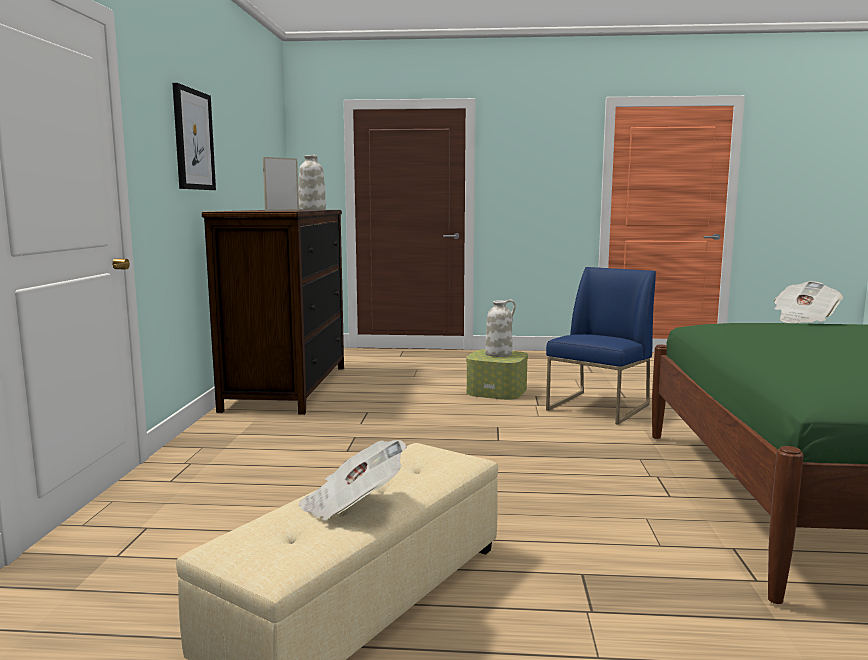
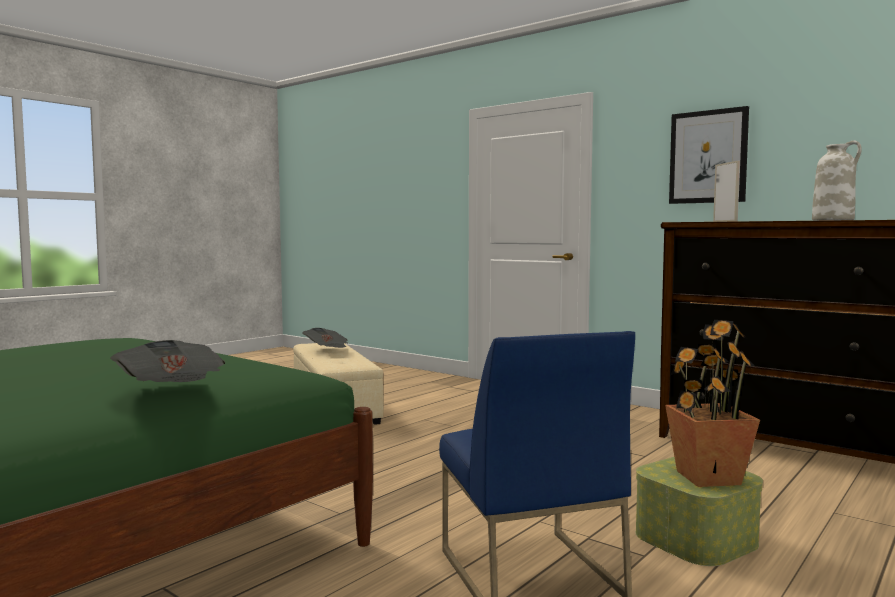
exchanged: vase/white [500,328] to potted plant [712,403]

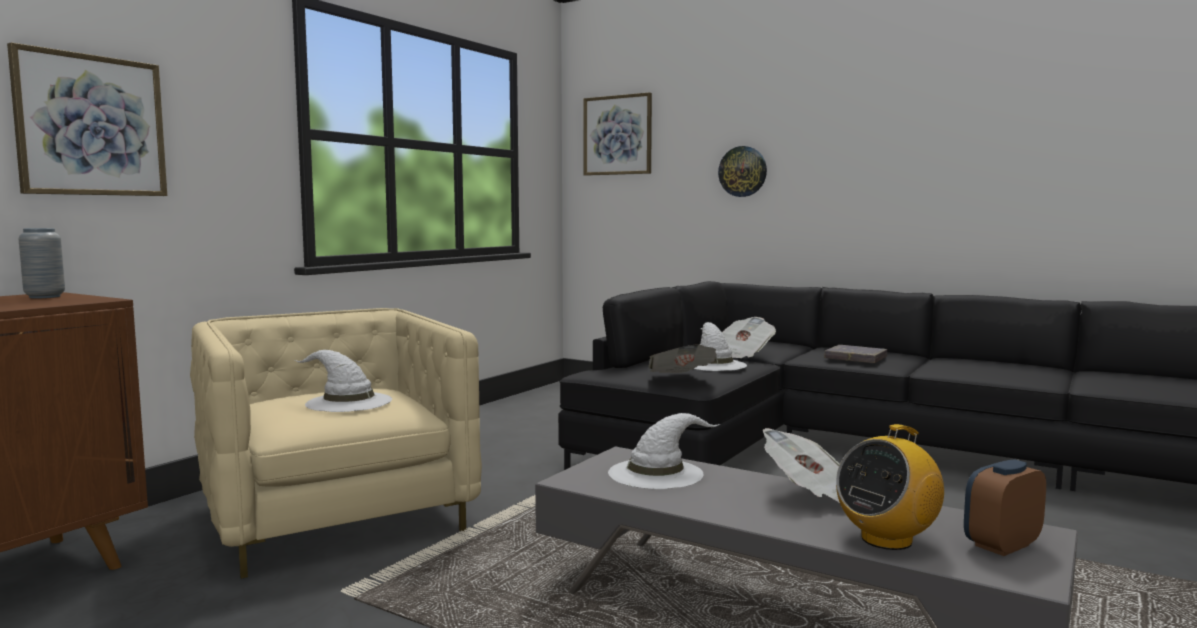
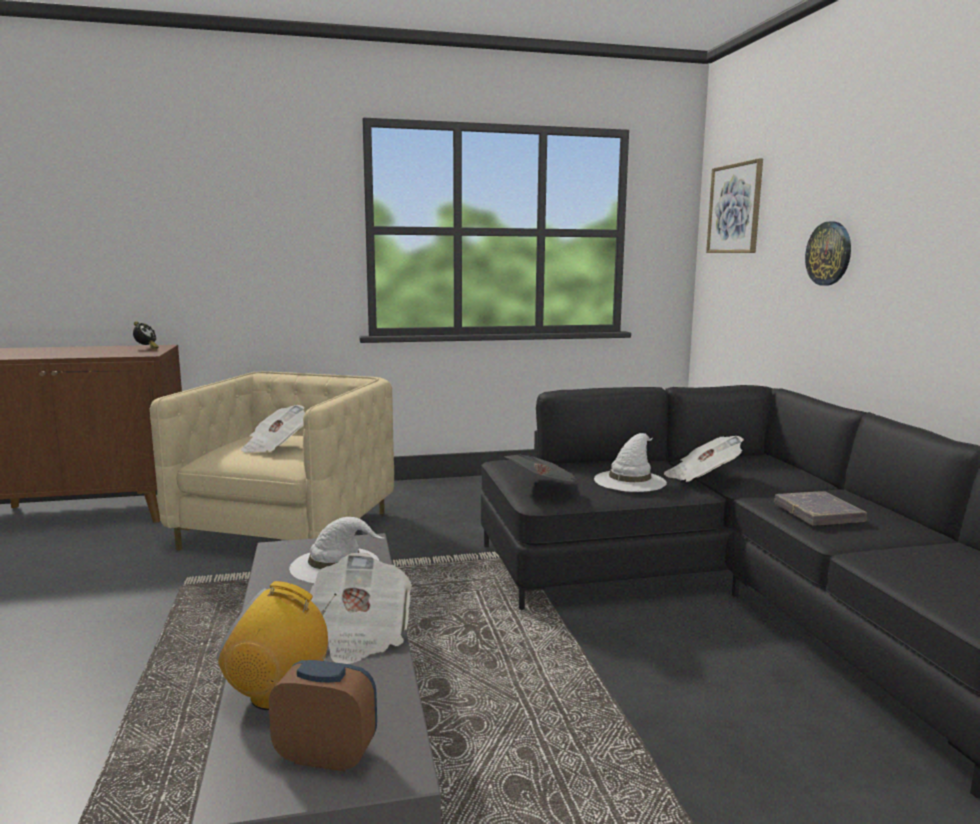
missing: picture [87,119]
exchanged: vase/grey [42,263] to alarm clock [145,335]; hat/white [343,381] to newspaper [273,429]

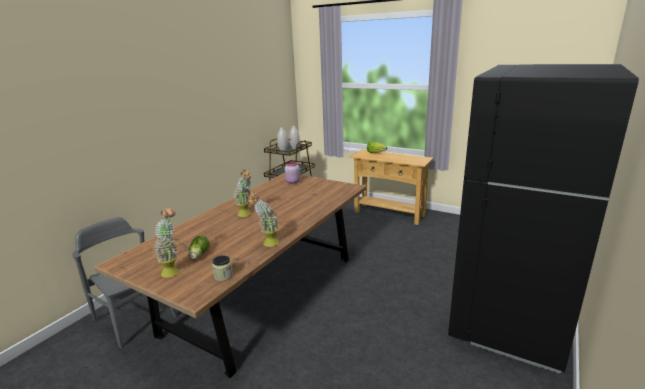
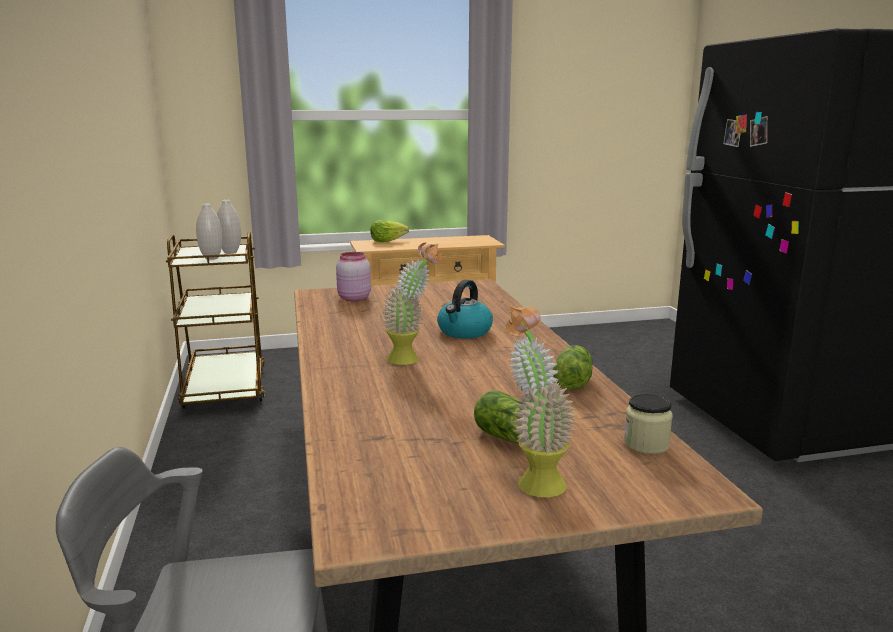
appeared: kettle [465,309]
exchanged: potted plant [263,219] to lettuce [573,367]

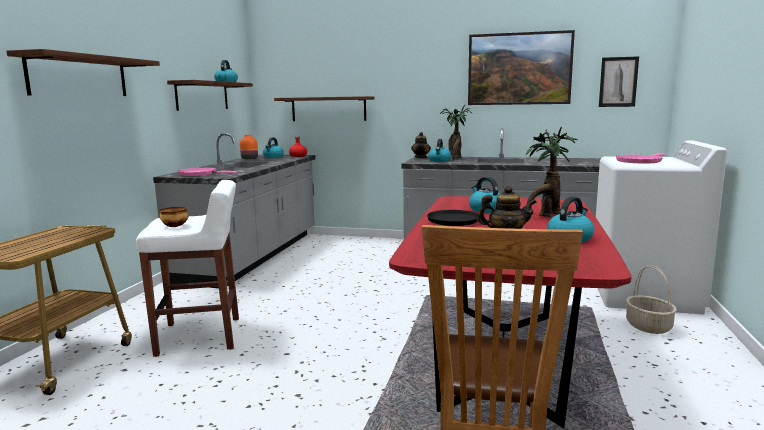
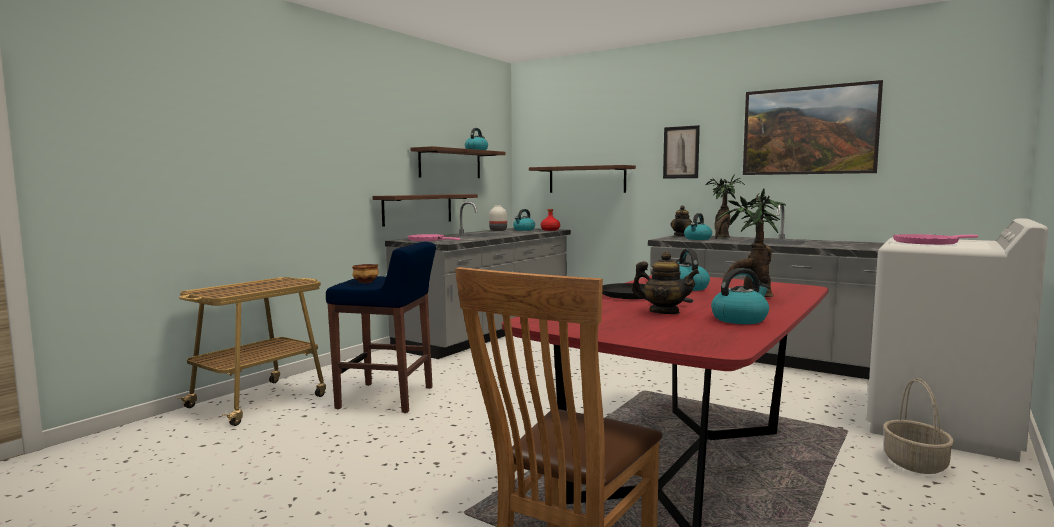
relocated: shelf [83,72] to [425,210]; picture [619,81] to [681,152]
colour: stool/white [187,268] to stool/blue [381,327]; vase/orange [249,147] to vase/white [498,218]

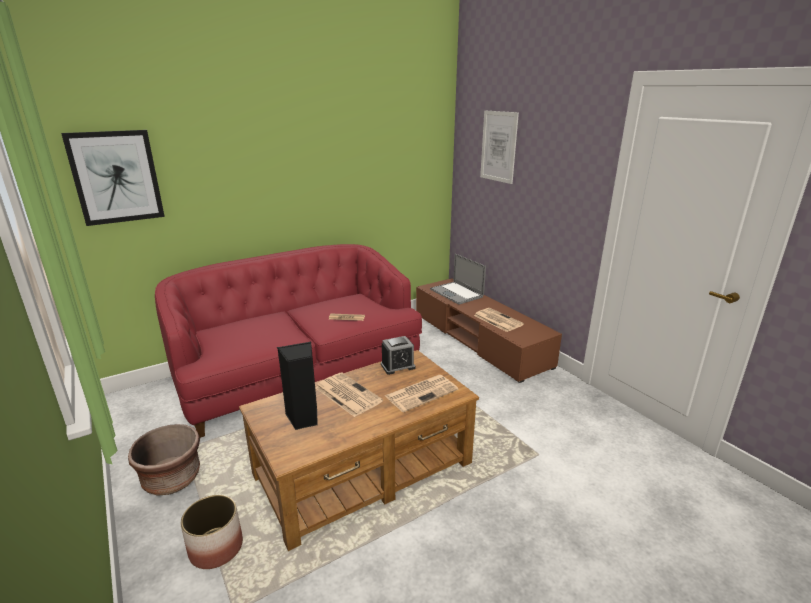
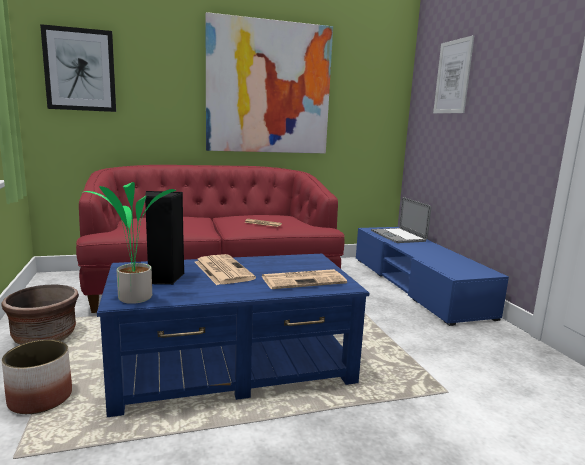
missing: alarm clock [398,355]; newspaper [499,320]
appeared: potted plant [130,243]; picture [269,82]
colour: coffee table/brown [359,450] to coffee table/blue [233,335]; tv stand/brown [489,330] to tv stand/blue [432,276]

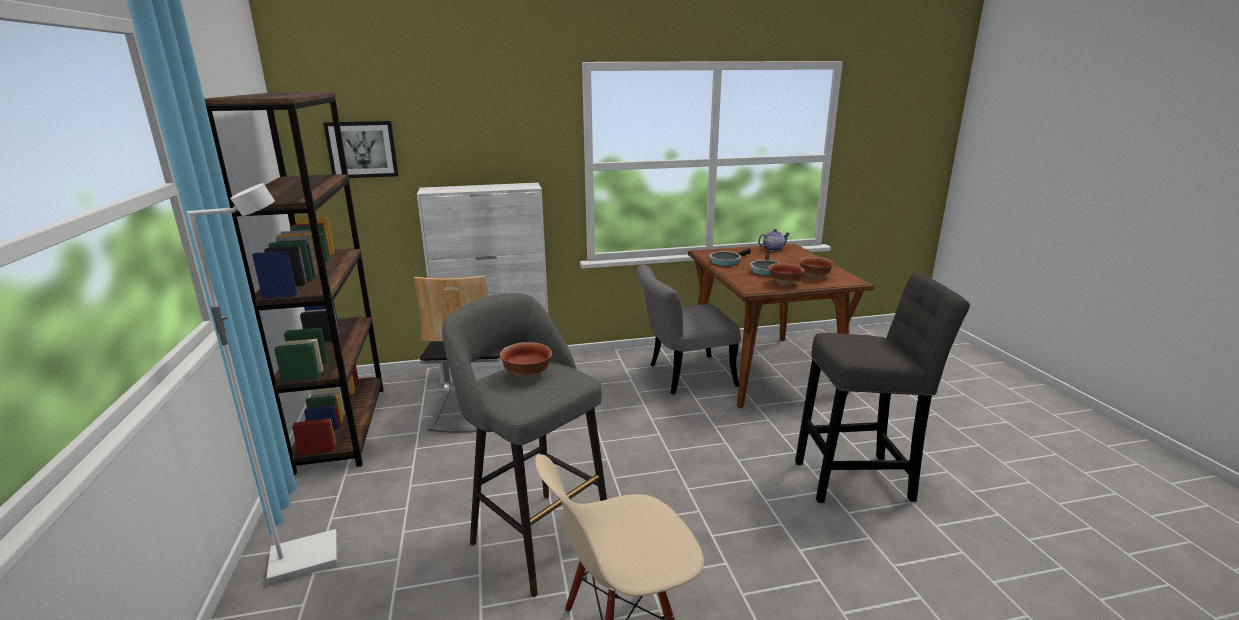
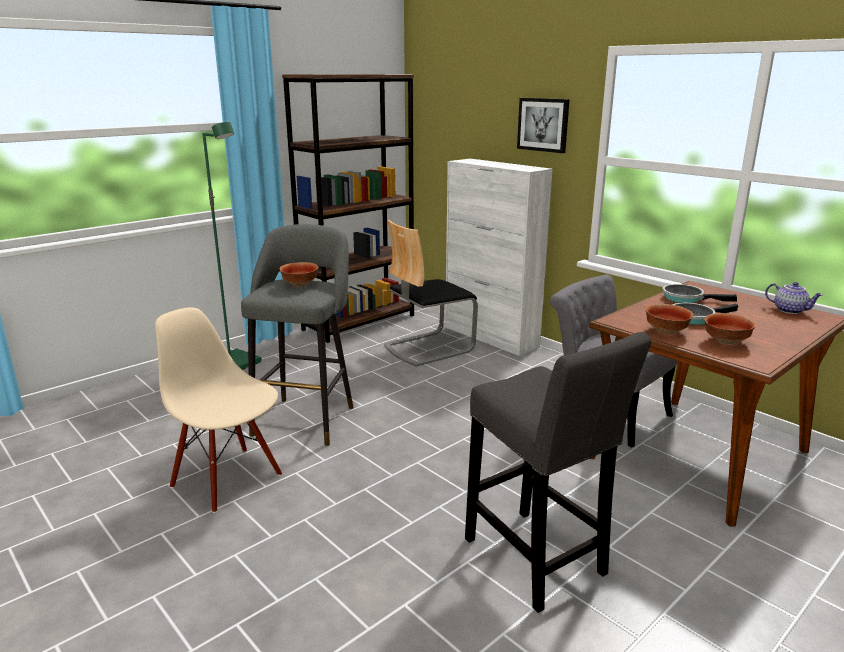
relocated: picture [361,149] to [543,125]
colour: floor lamp/white [262,383] to floor lamp/green [232,246]

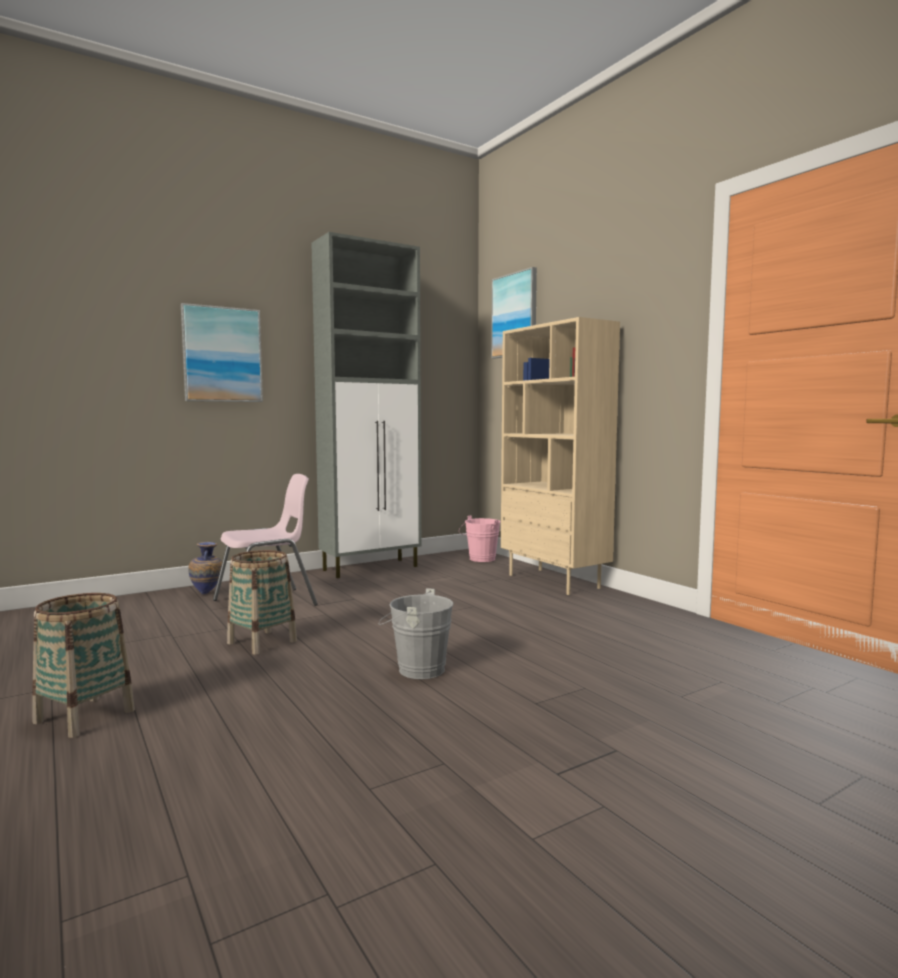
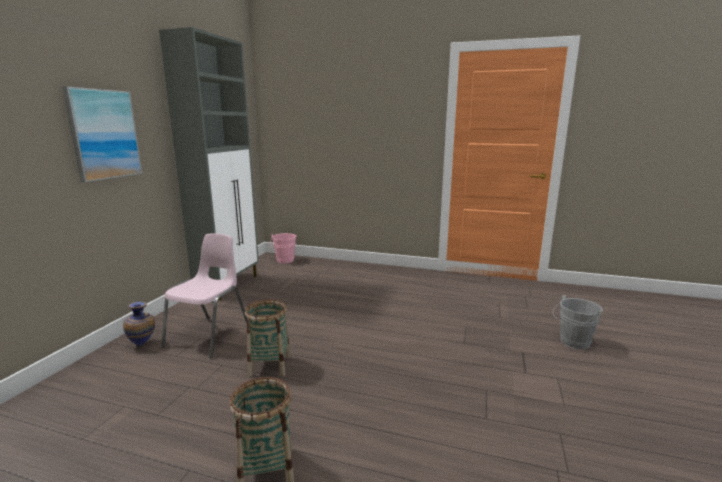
missing: picture [514,312]; bookcase/beige [560,456]
relocated: bucket/grey [416,633] to [578,322]

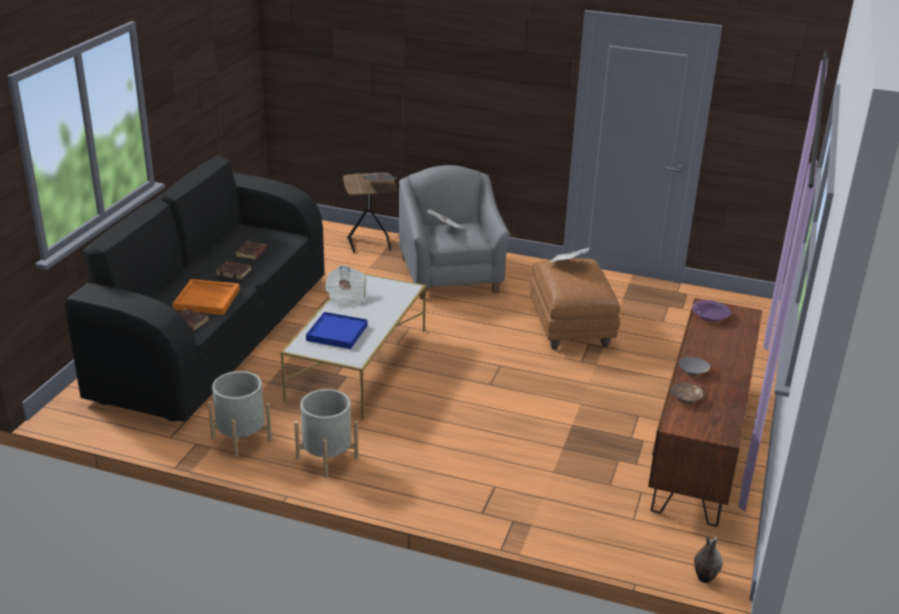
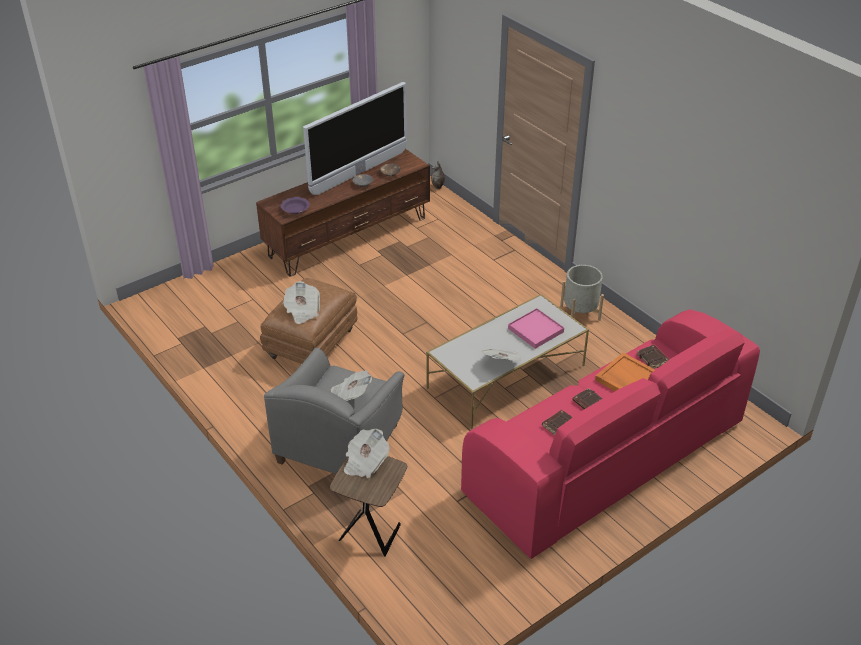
missing: planter/grey [240,414]
appeared: television [355,138]
colour: sofa/black [195,288] to sofa/pink [610,434]; tray/blue [337,330] to tray/pink [536,328]

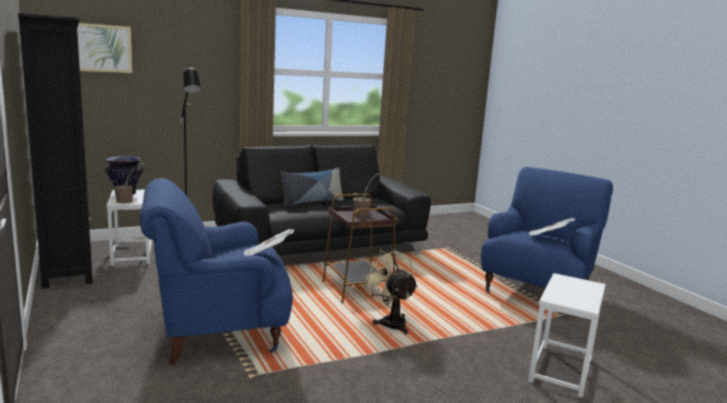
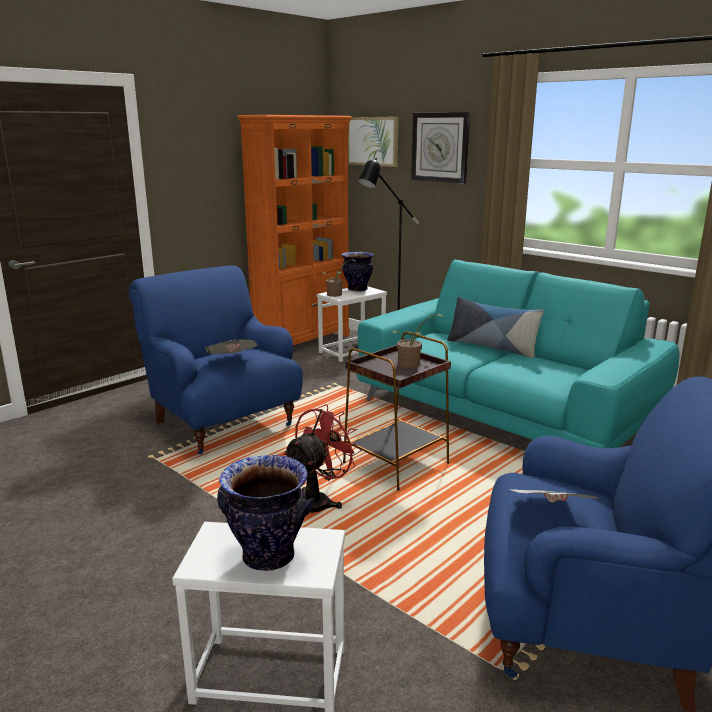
appeared: vase [265,513]; wall clock [440,147]
colour: bookcase/black [55,151] to bookcase/orange [294,230]; sofa/black [321,200] to sofa/turquoise [517,354]; fan/beige [390,291] to fan/red [322,458]

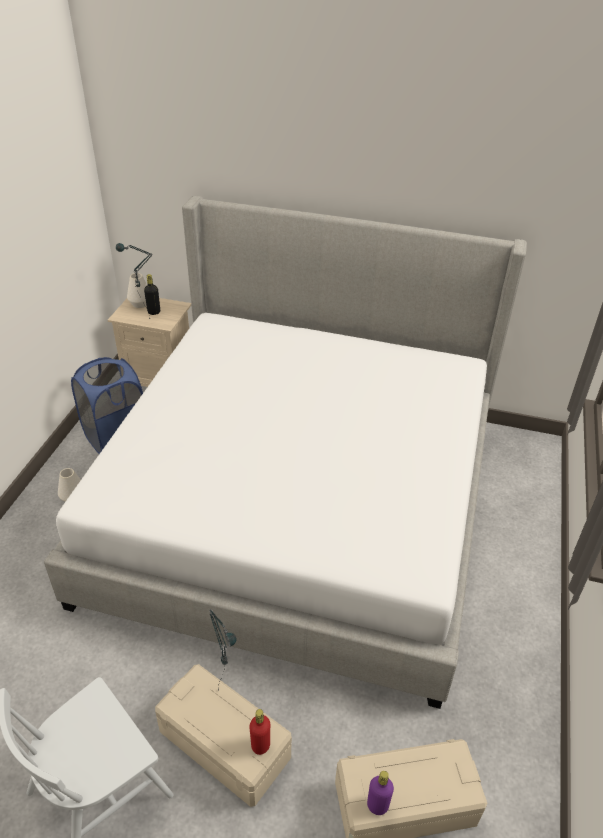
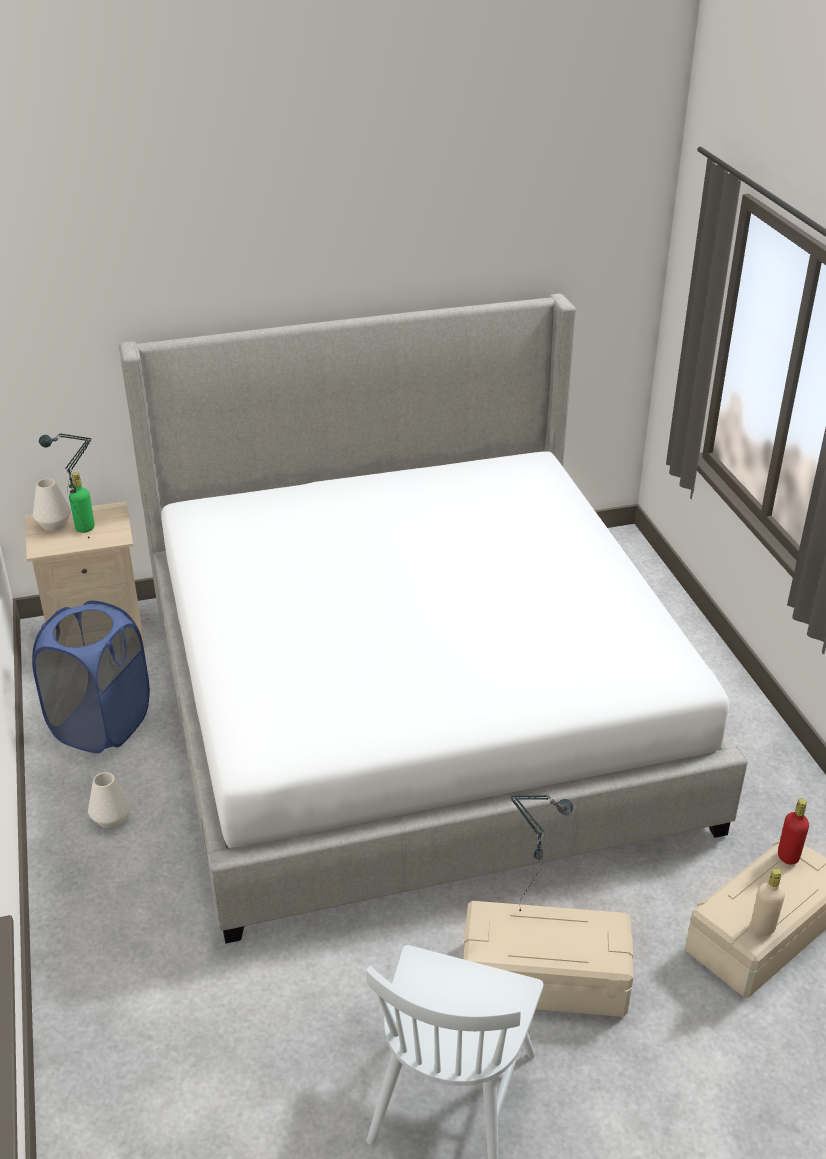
relocated: bottle/red [260,732] to [793,831]
colour: bottle/black [152,294] to bottle/green [82,502]; bottle/purple [380,793] to bottle/beige [768,902]

